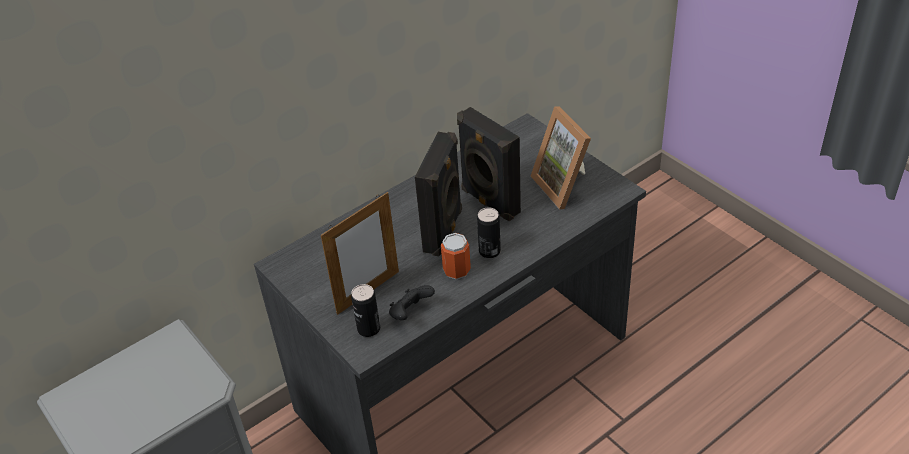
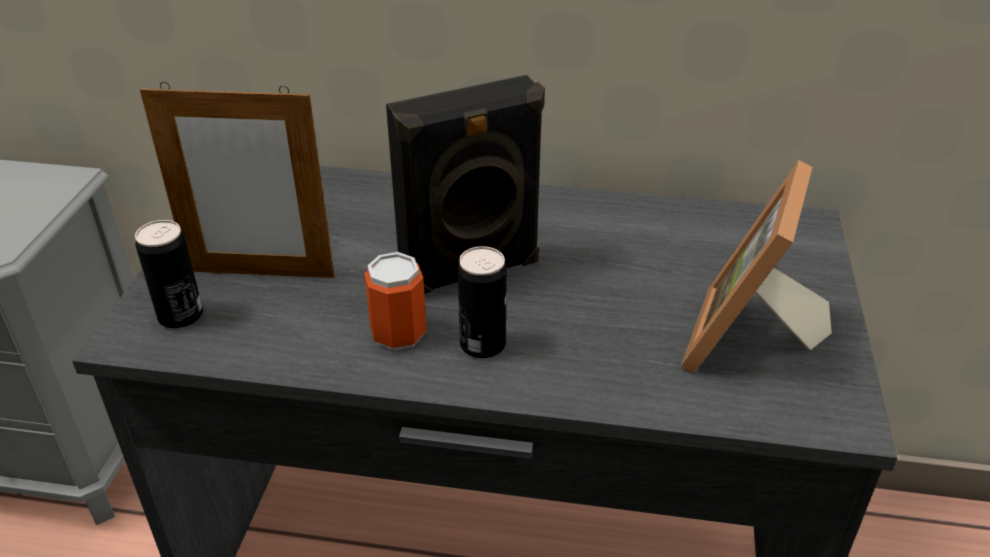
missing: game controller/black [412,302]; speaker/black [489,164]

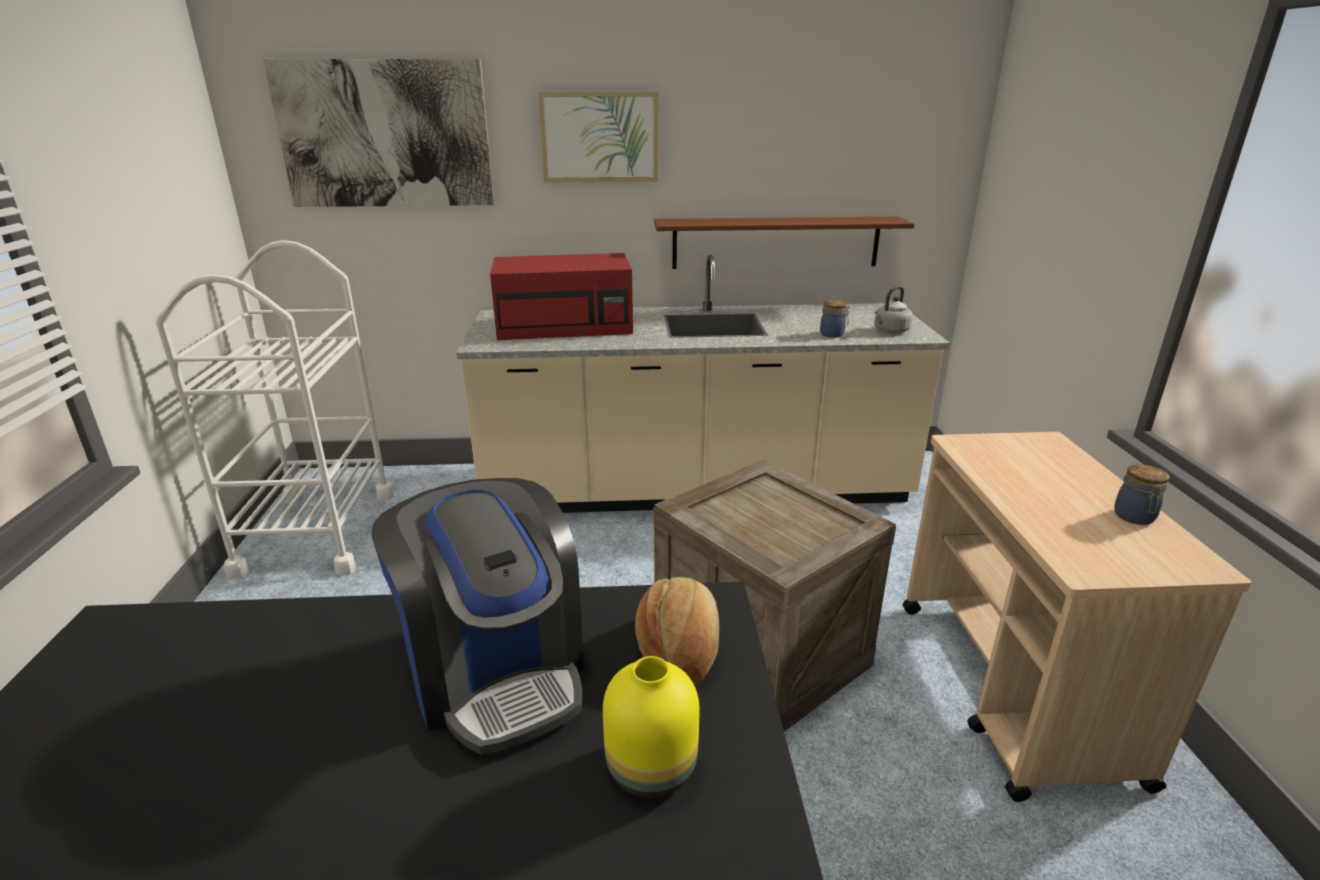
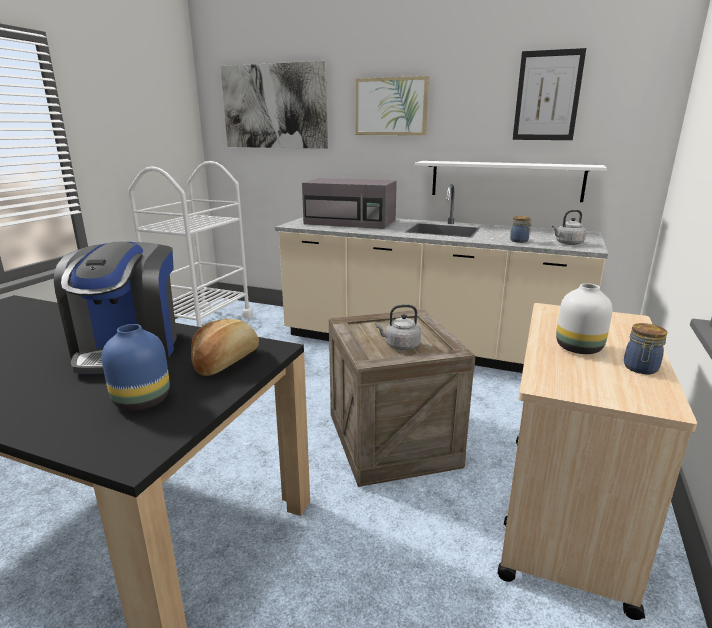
appeared: kettle/grey [398,327]; picture [549,94]; vase/white [584,318]
colour: microwave/red [561,296] to microwave/grey [349,203]; vase/yellow [651,727] to vase/blue [136,367]; shelf/brown [784,243] to shelf/white [511,181]

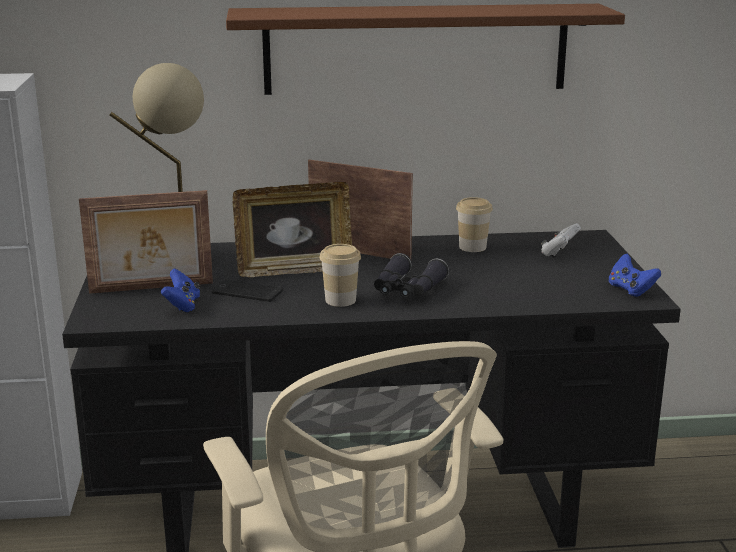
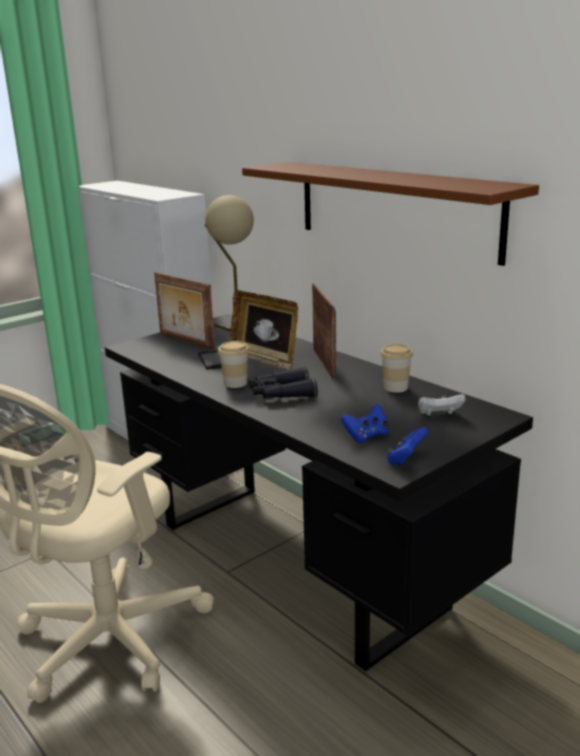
relocated: game controller/blue [180,290] to [365,423]

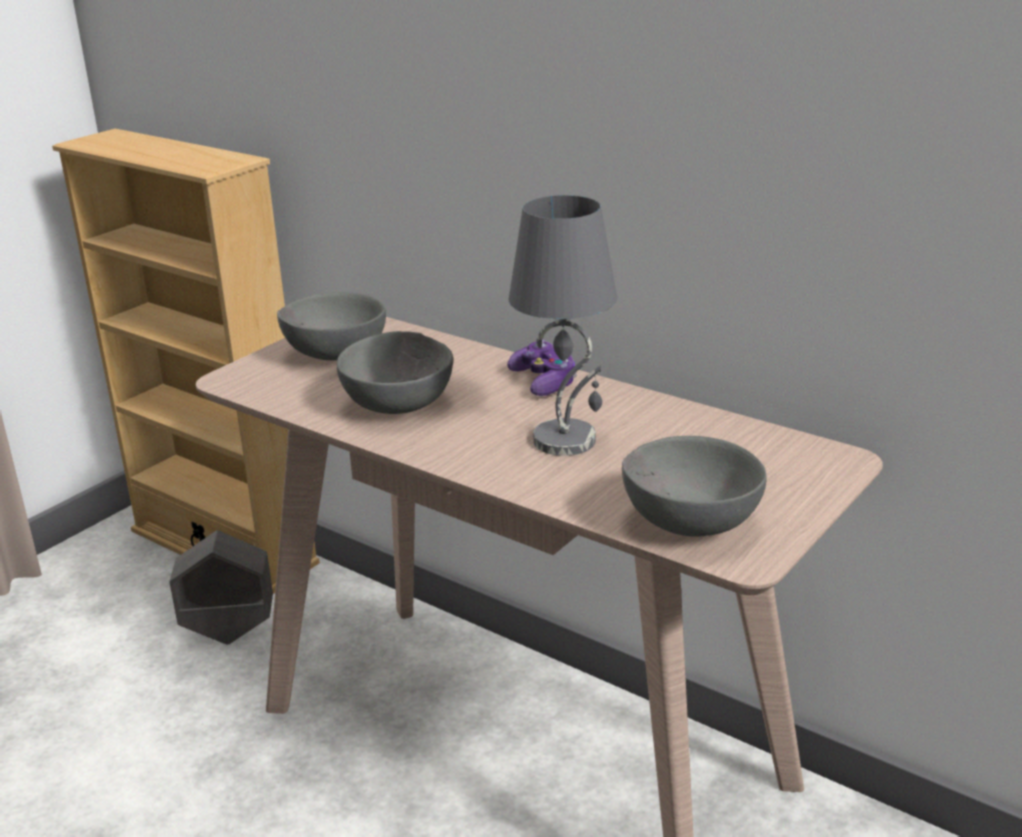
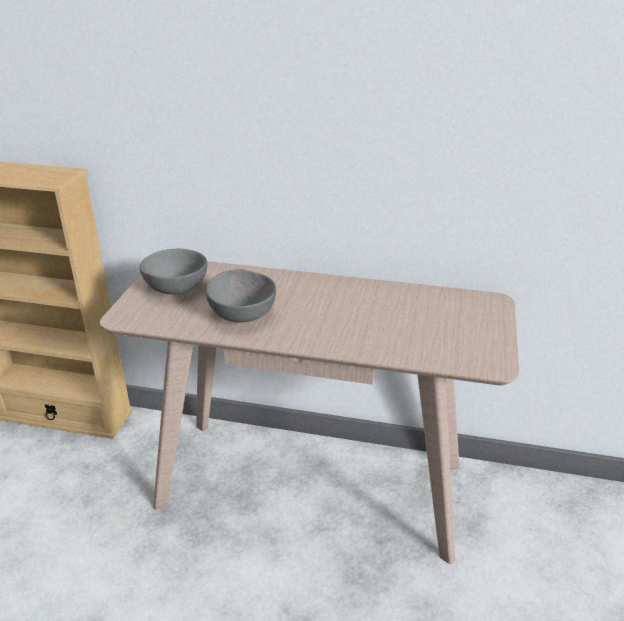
missing: planter/grey [221,587]; game controller [542,367]; table lamp/grey [563,325]; bowl/grey [694,486]

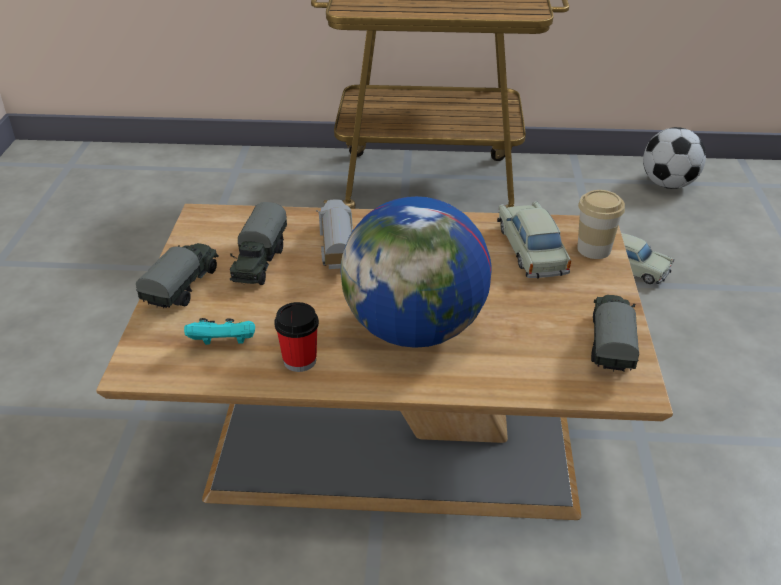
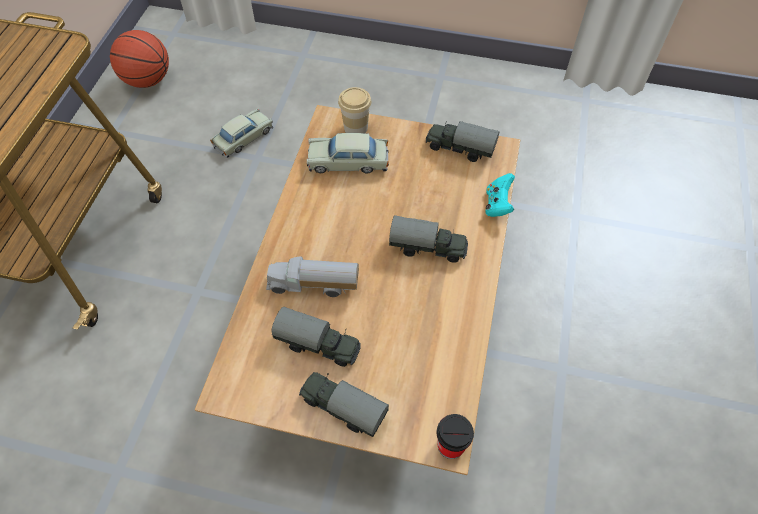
relocated: game controller/turquoise [219,331] to [500,195]; cup [296,337] to [455,436]
exchanged: globe [415,272] to toy truck [428,239]; football [674,158] to basketball [139,59]

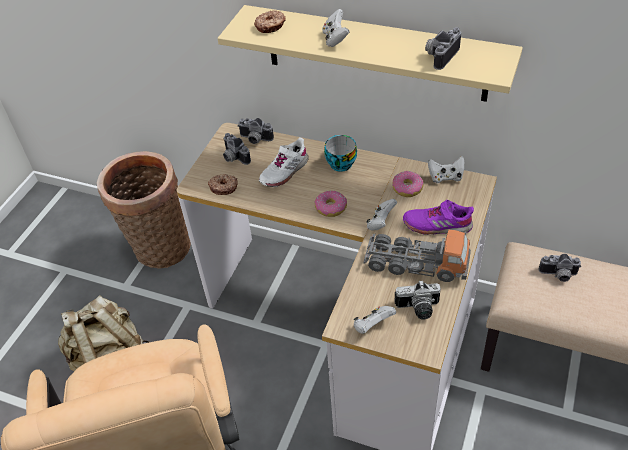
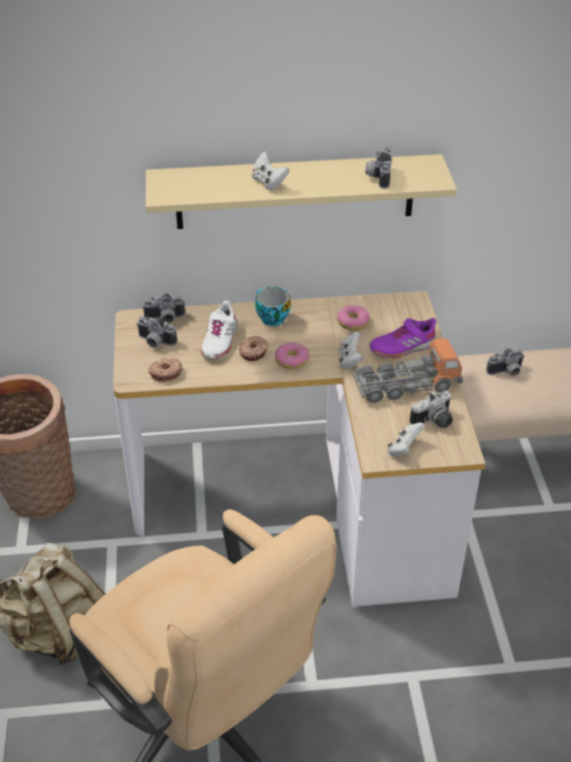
missing: game controller/white [446,169]
relocated: donut [270,21] to [253,348]

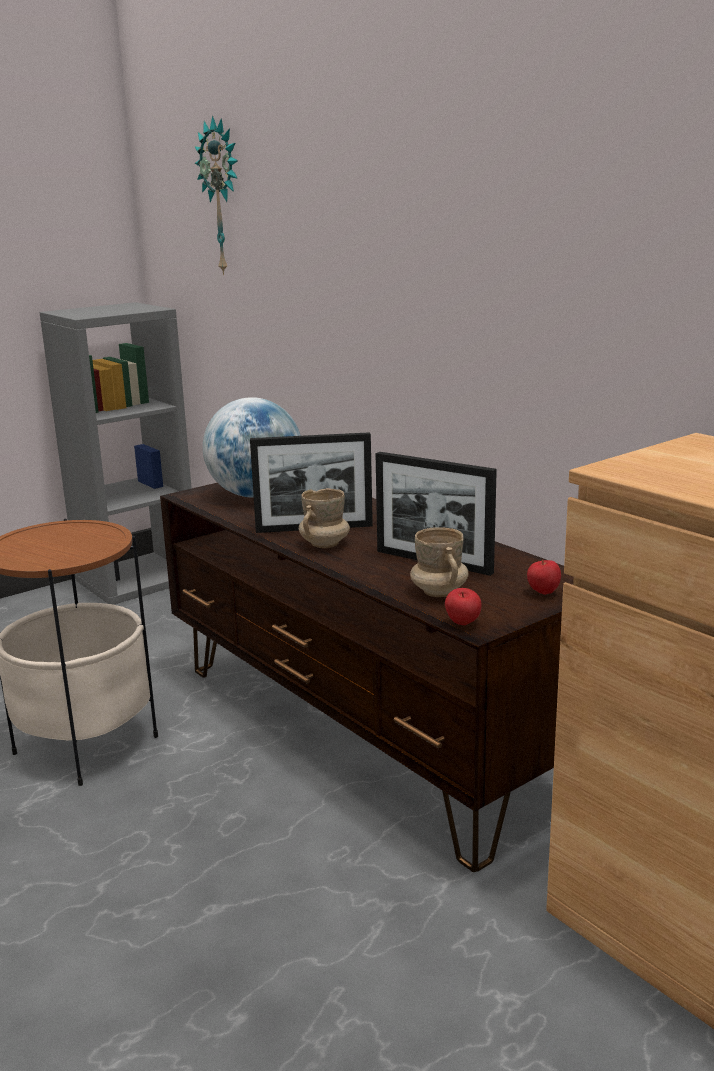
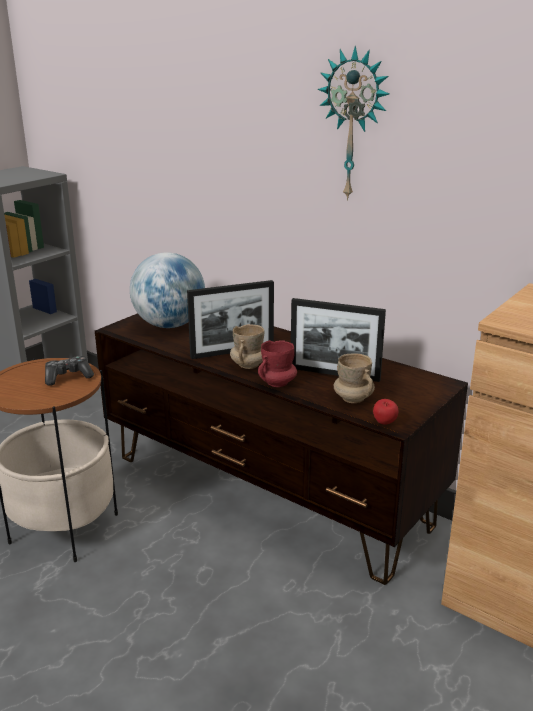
missing: apple [544,577]
appeared: game controller [69,371]; mug/red [277,363]
relocated: wall clock [216,195] to [353,123]

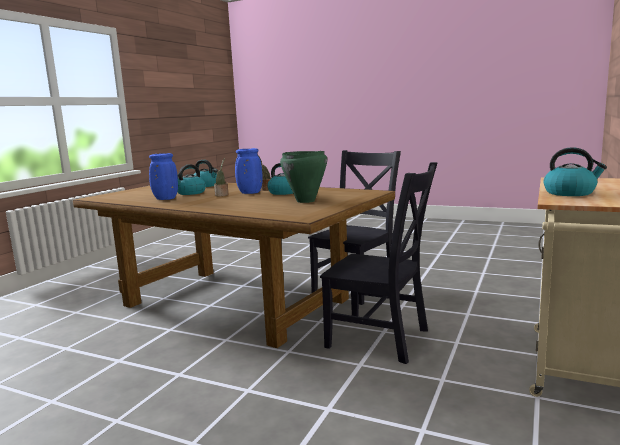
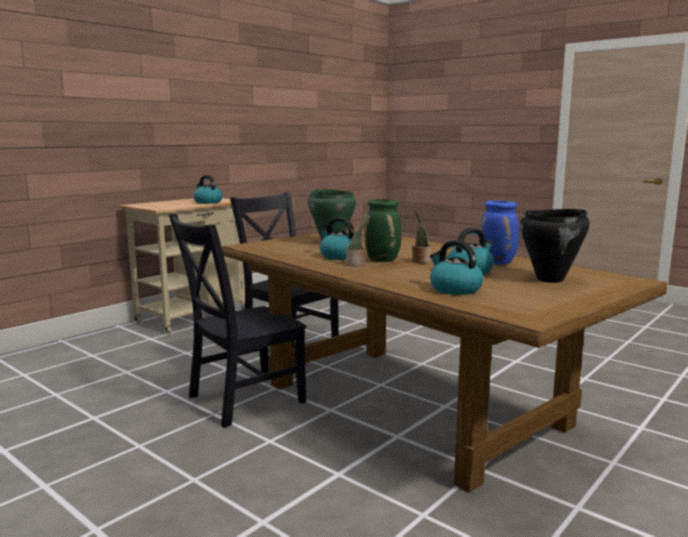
appeared: cooking pot/black [555,246]
colour: vase/blue [249,171] to vase/green [383,230]

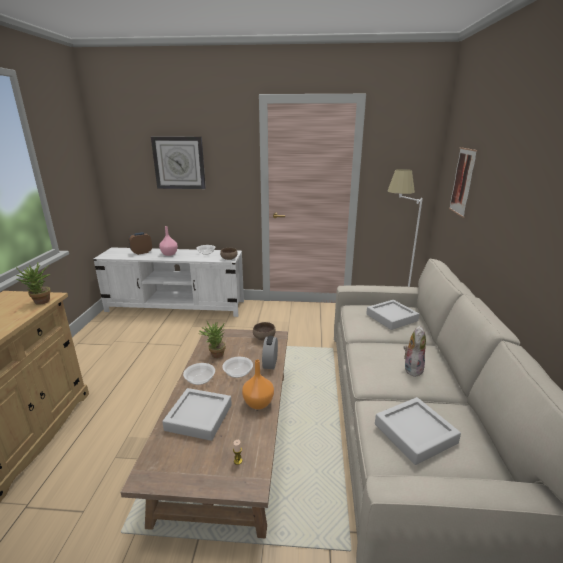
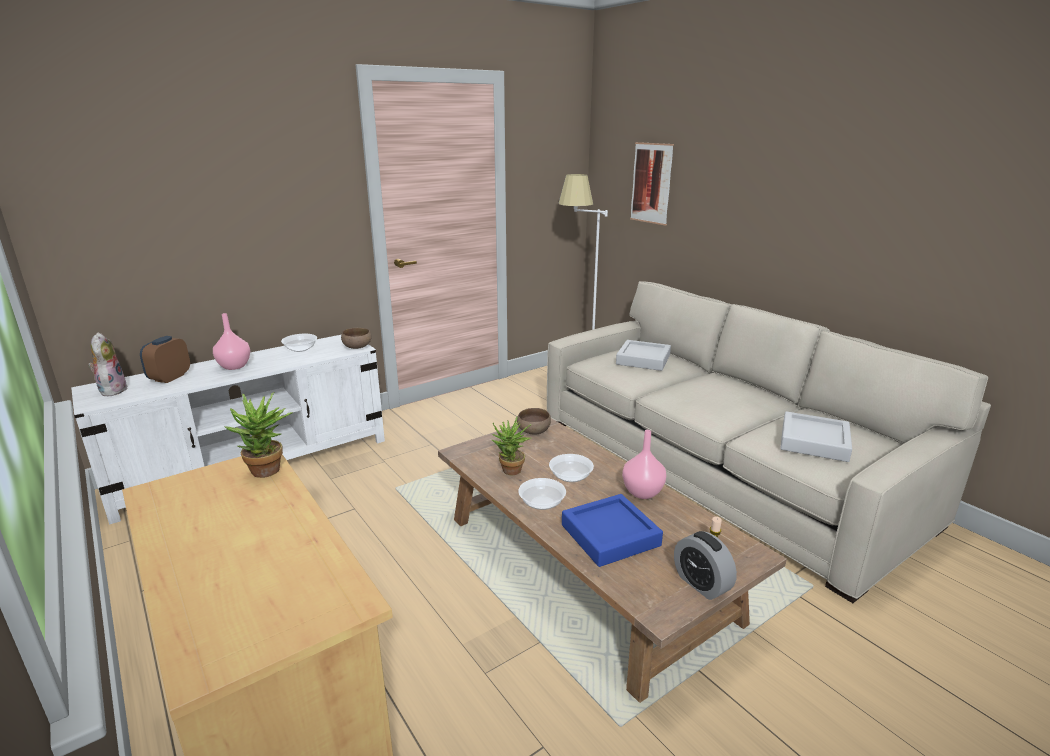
missing: wall clock [178,163]
relocated: alarm clock [270,352] to [705,565]; plush toy [415,351] to [108,364]
colour: tray/grey [197,414] to tray/blue [612,530]; vase/orange [258,385] to vase/pink [644,464]

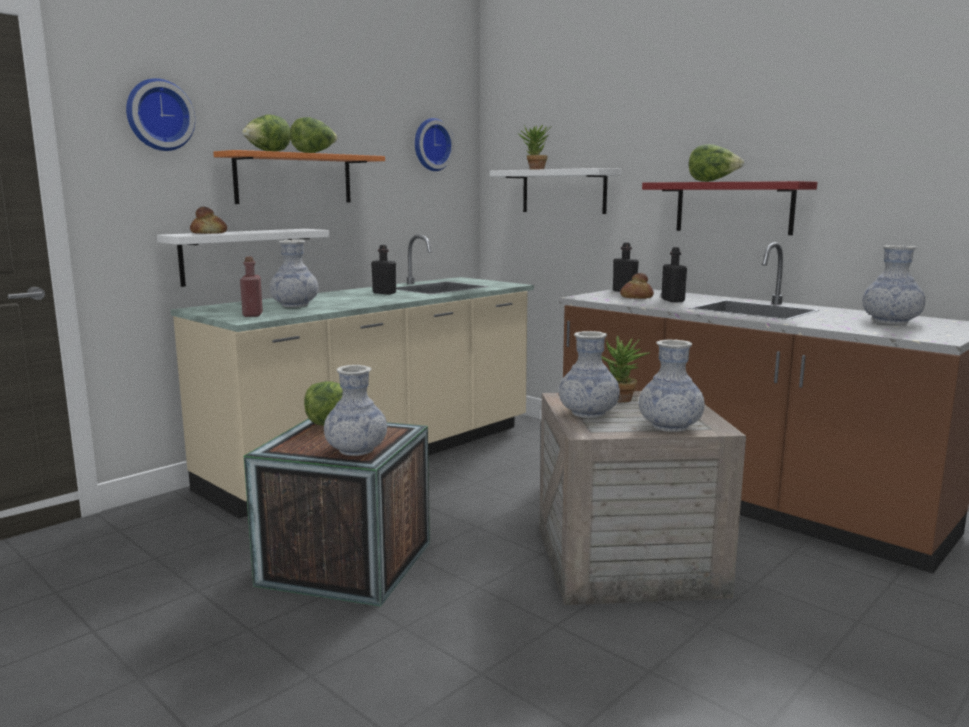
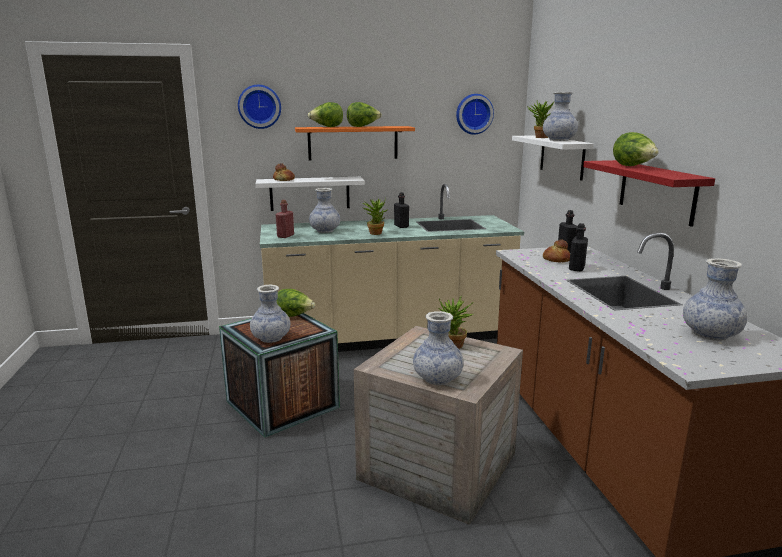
appeared: potted plant [375,216]
relocated: vase [589,374] to [560,116]

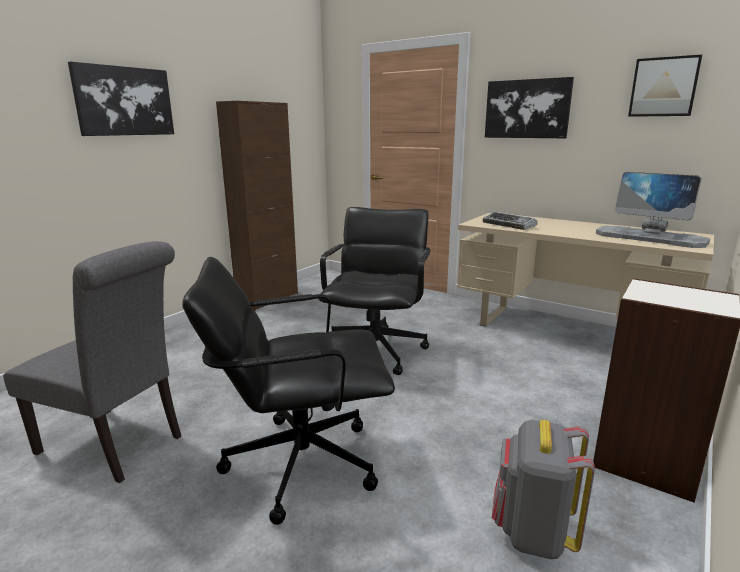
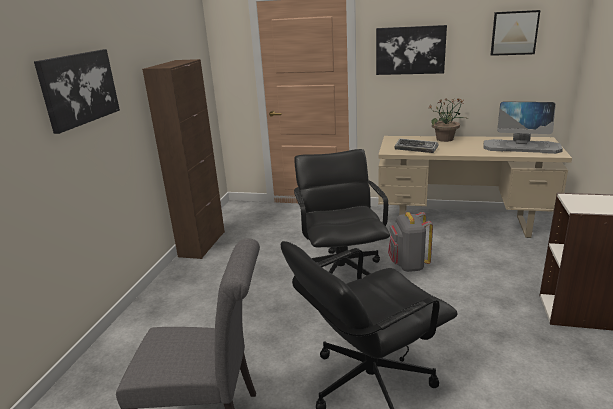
appeared: potted plant [448,120]
relocated: backpack/grey [543,489] to [410,242]

